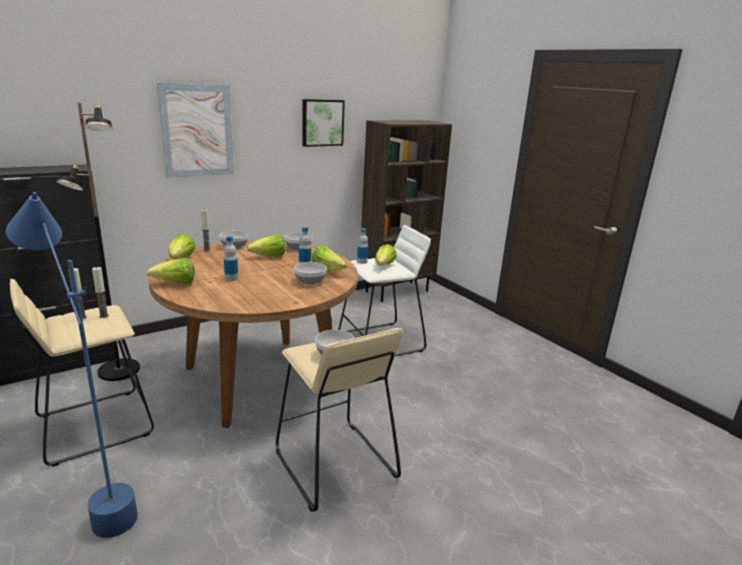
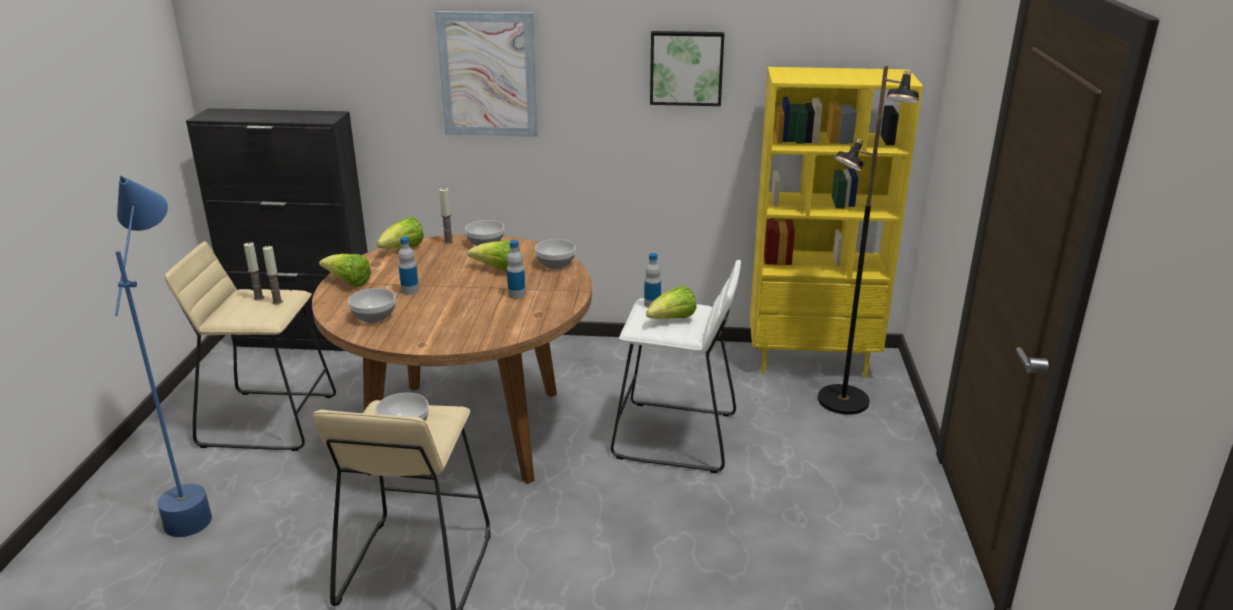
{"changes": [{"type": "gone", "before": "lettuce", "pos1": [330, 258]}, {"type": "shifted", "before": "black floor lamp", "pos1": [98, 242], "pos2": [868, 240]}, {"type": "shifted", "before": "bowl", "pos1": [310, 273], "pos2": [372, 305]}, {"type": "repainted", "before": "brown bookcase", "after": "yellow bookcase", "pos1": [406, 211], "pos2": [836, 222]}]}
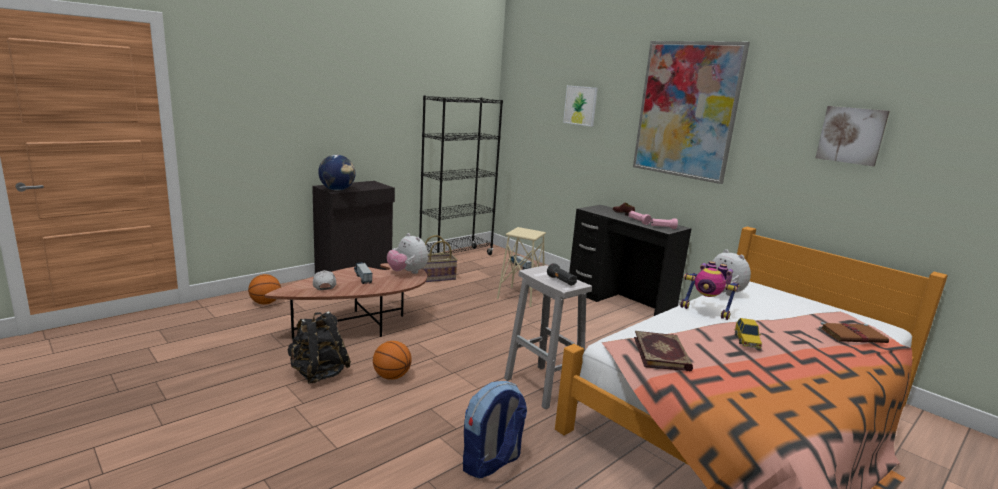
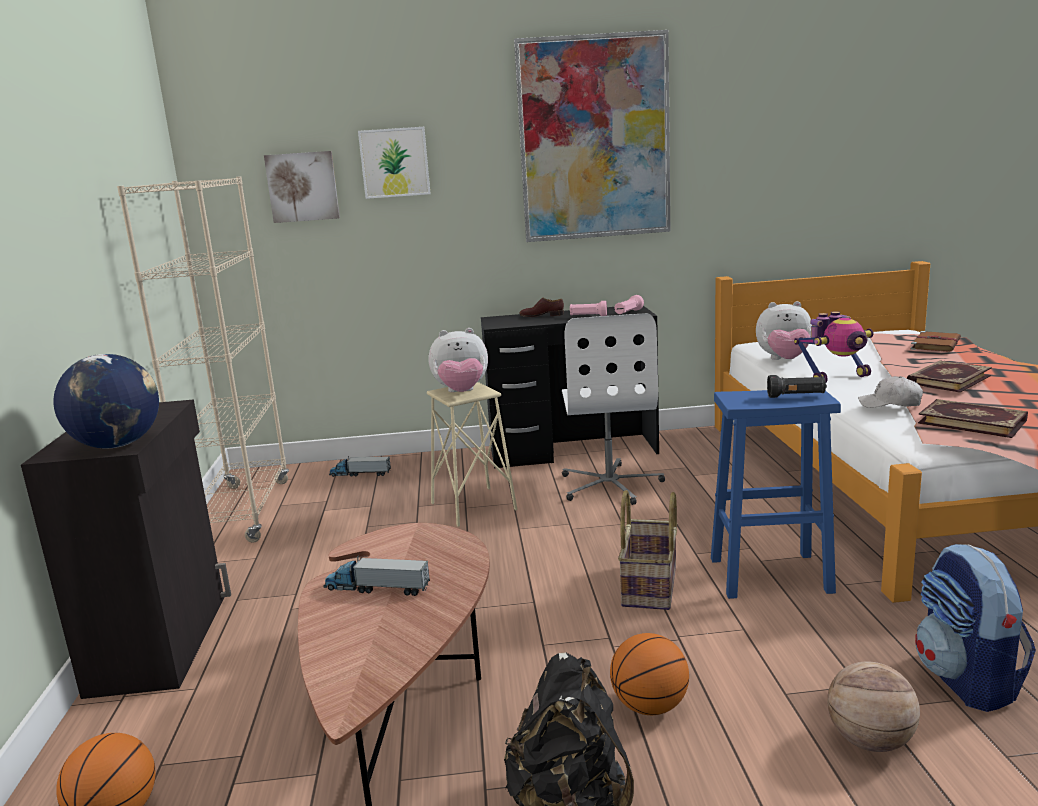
{"changes": [{"type": "new", "after": "white office chair", "pos2": [613, 409]}, {"type": "new", "after": "basketball", "pos2": [873, 706]}, {"type": "shifted", "before": "white cap", "pos1": [325, 280], "pos2": [890, 392]}, {"type": "shifted", "before": "plush toy", "pos1": [407, 253], "pos2": [458, 360]}, {"type": "shifted", "before": "basket", "pos1": [440, 258], "pos2": [647, 550]}, {"type": "shifted", "before": "picture", "pos1": [852, 136], "pos2": [302, 187]}, {"type": "swapped", "before": "toy car", "after": "book", "pos1": [748, 333], "pos2": [949, 376]}, {"type": "repainted", "before": "black bookcase", "after": "beige bookcase", "pos1": [461, 175], "pos2": [203, 359]}, {"type": "repainted", "before": "white stool", "after": "blue stool", "pos1": [548, 337], "pos2": [776, 494]}]}
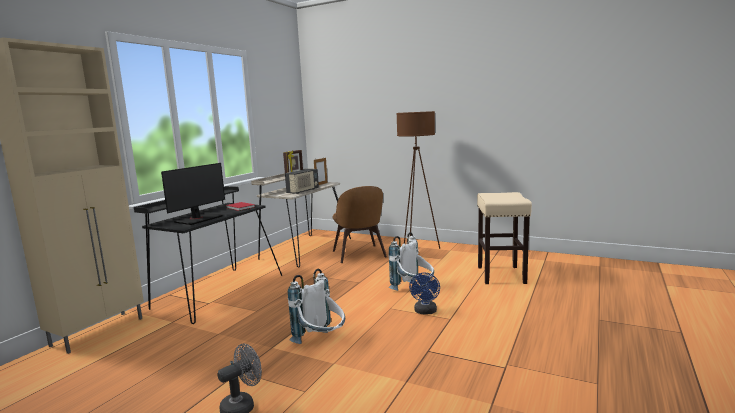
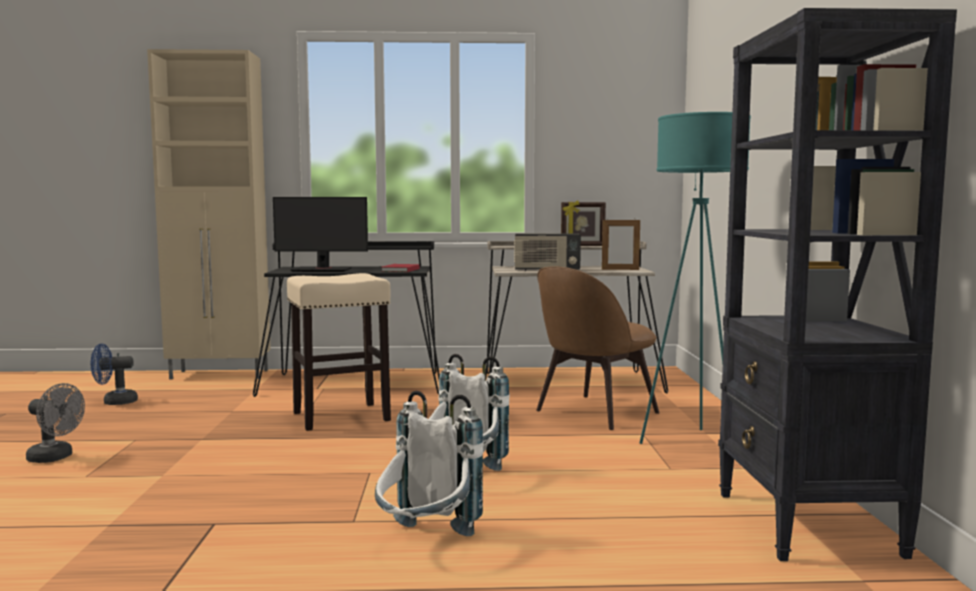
{"changes": [{"type": "new", "after": "black bookcase", "pos2": [837, 284]}, {"type": "shifted", "before": "white backpack", "pos1": [316, 306], "pos2": [429, 463]}, {"type": "shifted", "before": "blue fan", "pos1": [424, 293], "pos2": [114, 374]}, {"type": "shifted", "before": "beige stool", "pos1": [504, 238], "pos2": [339, 352]}, {"type": "repainted", "before": "brown floor lamp", "after": "turquoise floor lamp", "pos1": [418, 180], "pos2": [695, 278]}]}
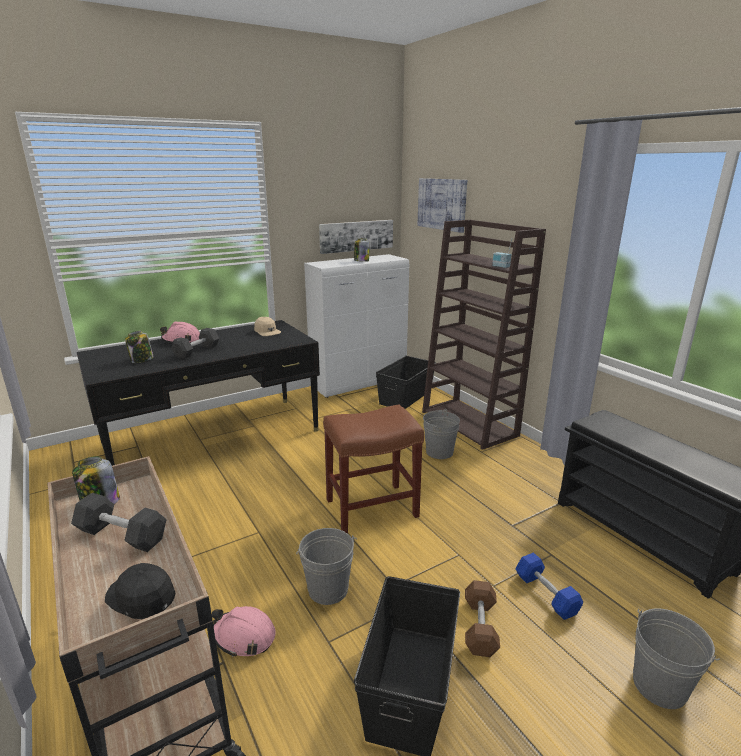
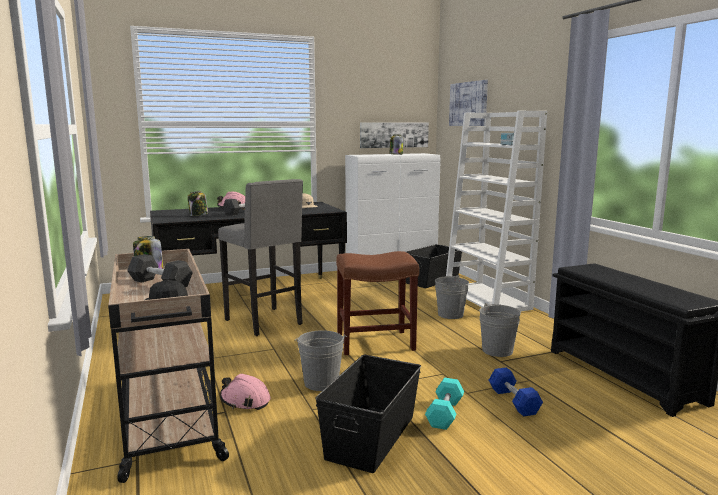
{"changes": [{"type": "new", "after": "grey stool", "pos2": [260, 257]}, {"type": "shifted", "before": "grey bucket", "pos1": [676, 658], "pos2": [500, 330]}, {"type": "repainted", "before": "brown bookcase", "after": "white bookcase", "pos1": [484, 335], "pos2": [496, 211]}, {"type": "repainted", "before": "brown dumbbell", "after": "turquoise dumbbell", "pos1": [482, 618], "pos2": [444, 404]}]}
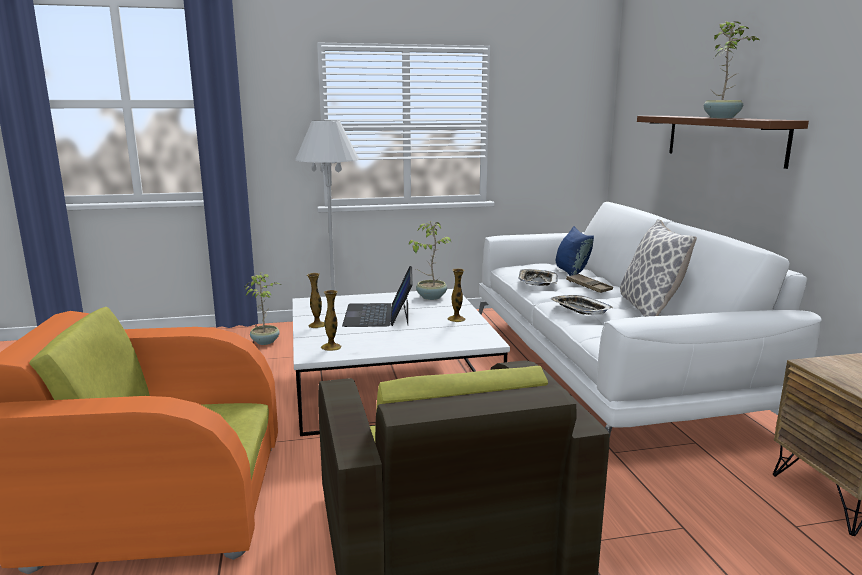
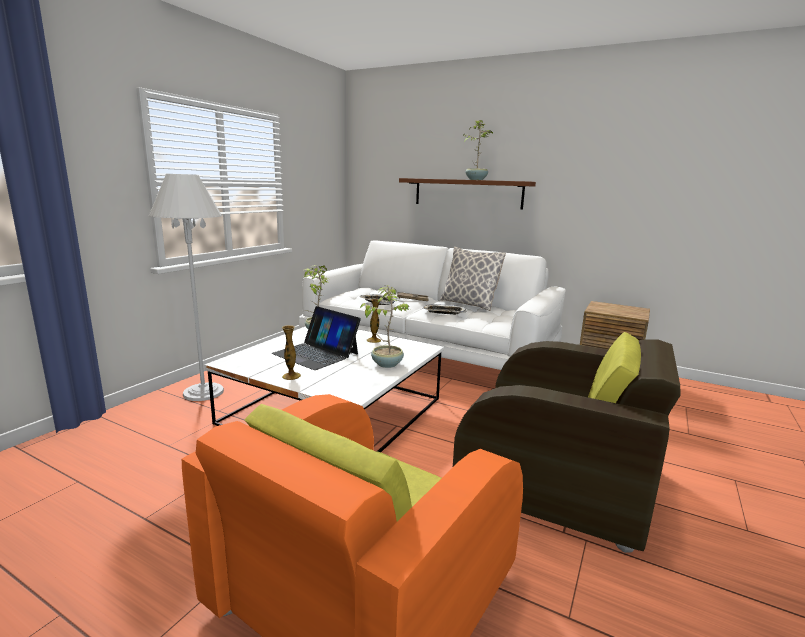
{"changes": [{"type": "gone", "before": "vase", "pos1": [331, 320]}, {"type": "gone", "before": "blue pillow", "pos1": [575, 251]}, {"type": "shifted", "before": "potted plant", "pos1": [262, 309], "pos2": [385, 326]}]}
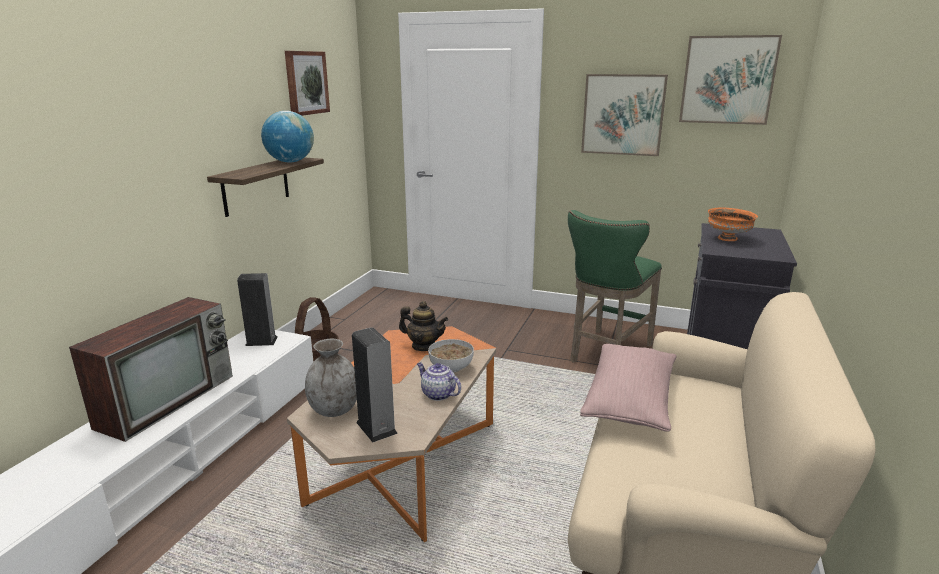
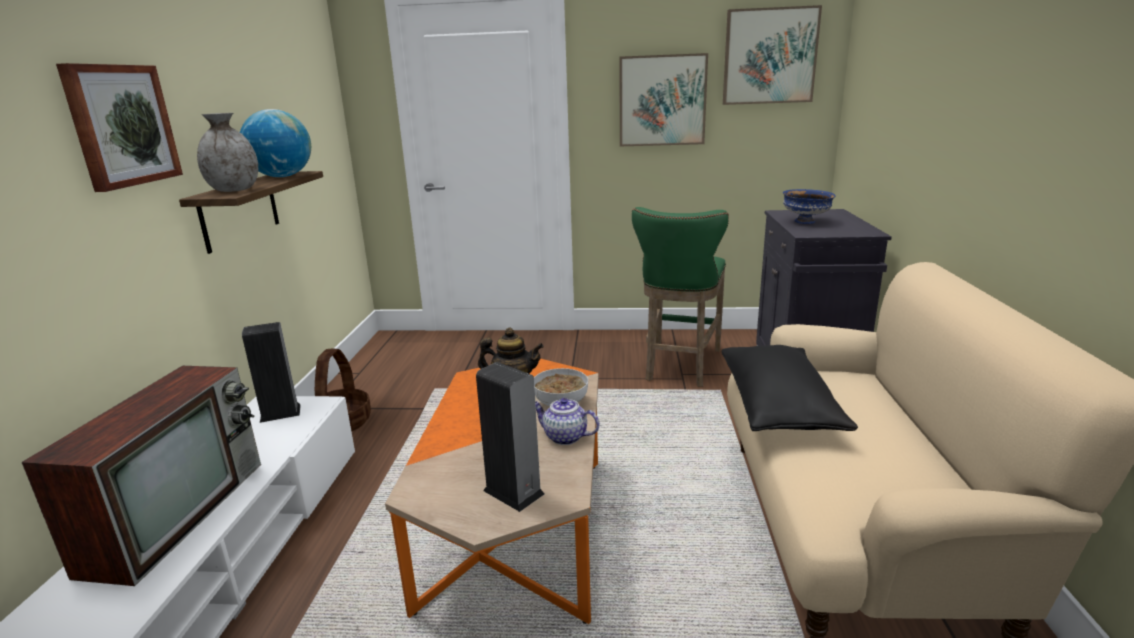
{"changes": [{"type": "shifted", "before": "picture", "pos1": [307, 83], "pos2": [119, 127]}, {"type": "shifted", "before": "grey vase", "pos1": [331, 378], "pos2": [227, 152]}, {"type": "repainted", "before": "pink pillow", "after": "black pillow", "pos1": [628, 388], "pos2": [789, 388]}, {"type": "repainted", "before": "orange bowl", "after": "blue bowl", "pos1": [733, 224], "pos2": [809, 206]}]}
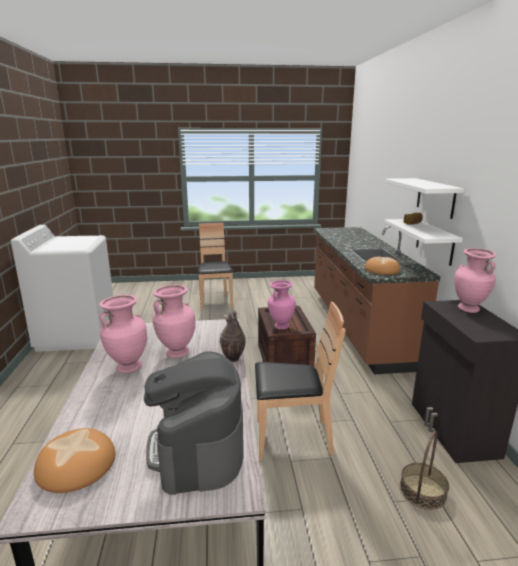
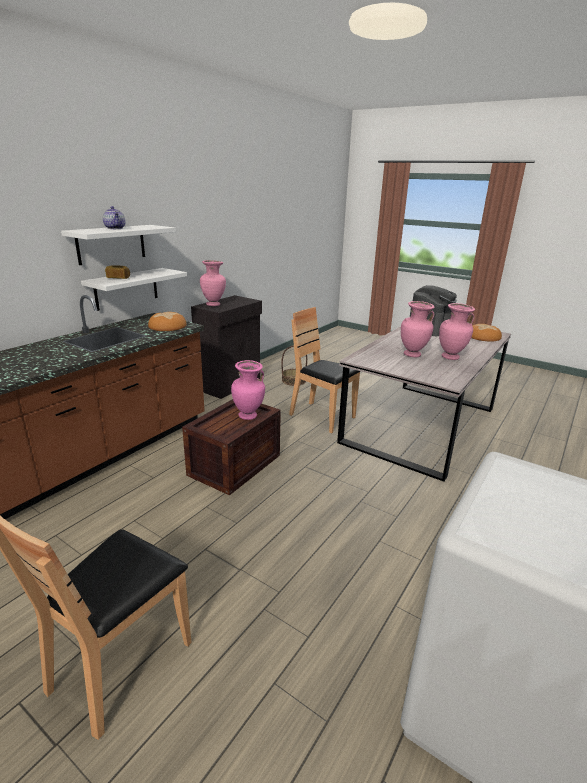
{"changes": [{"type": "gone", "before": "vase", "pos1": [233, 336]}, {"type": "new", "after": "teapot", "pos2": [114, 217]}]}
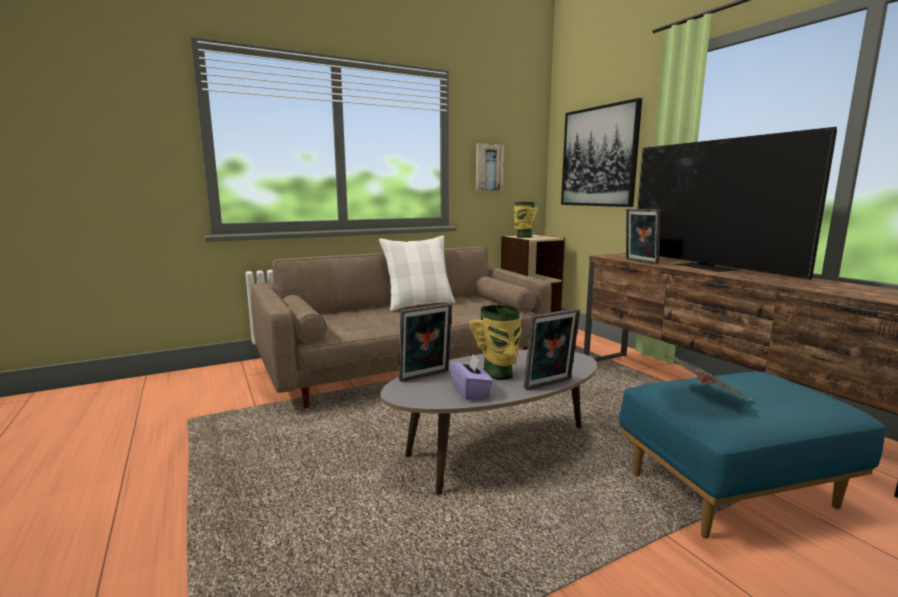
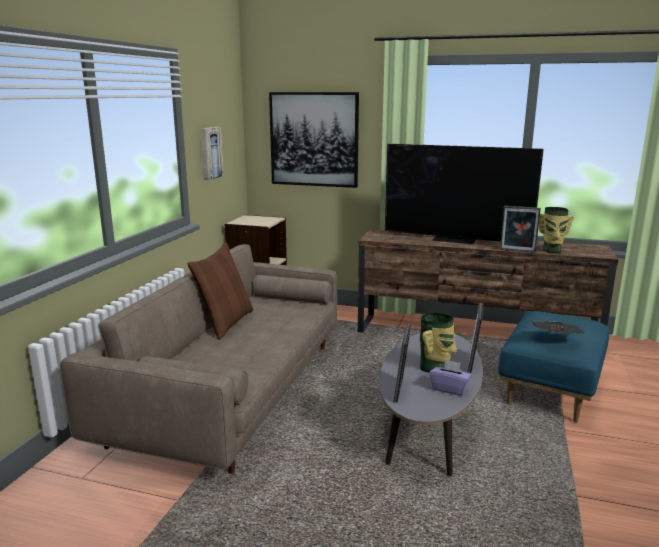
{"changes": [{"type": "shifted", "before": "vase", "pos1": [525, 220], "pos2": [556, 230]}, {"type": "shifted", "before": "picture frame", "pos1": [643, 236], "pos2": [520, 229]}, {"type": "repainted", "before": "white pillow", "after": "brown pillow", "pos1": [417, 273], "pos2": [220, 291]}]}
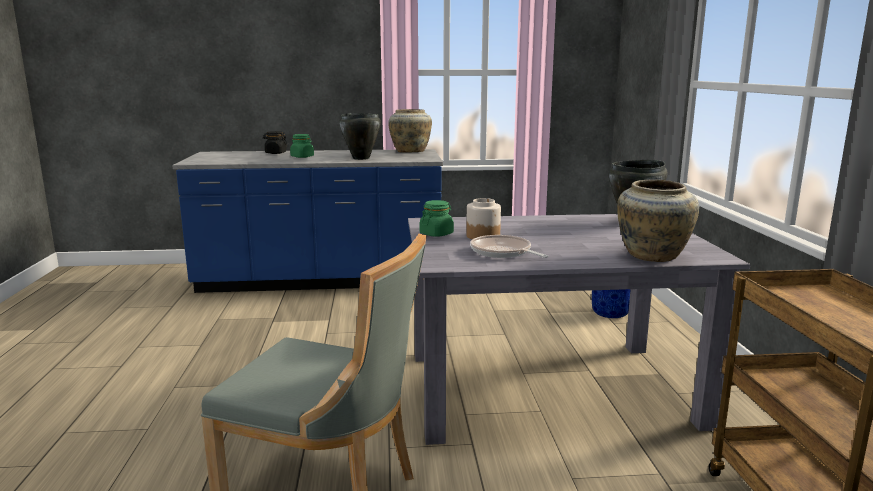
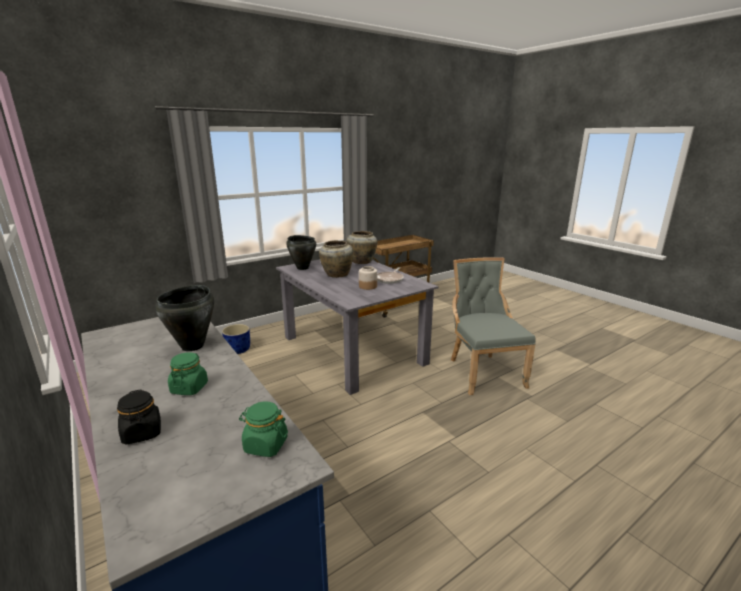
{"changes": [{"type": "shifted", "before": "beige vase", "pos1": [410, 130], "pos2": [336, 259]}, {"type": "shifted", "before": "green jar", "pos1": [436, 218], "pos2": [263, 429]}]}
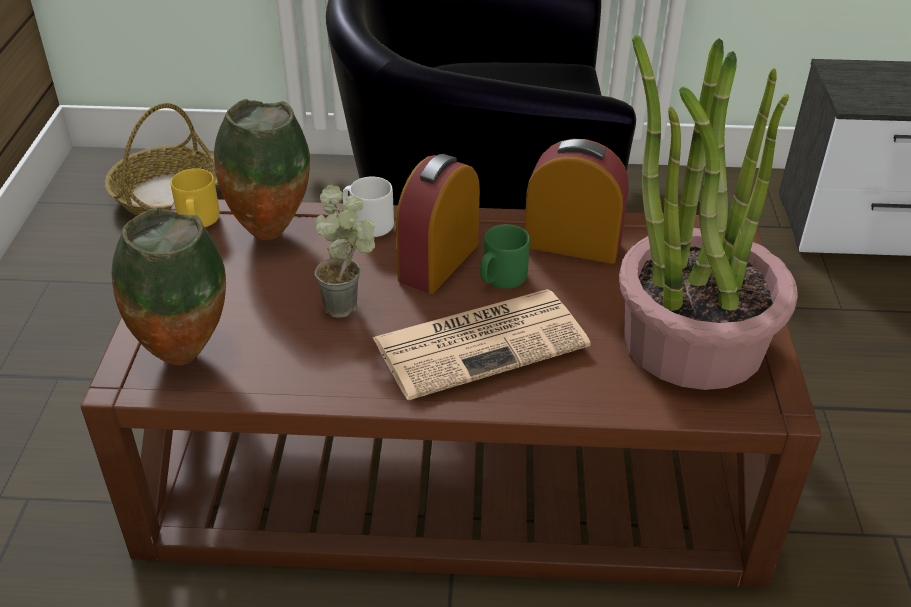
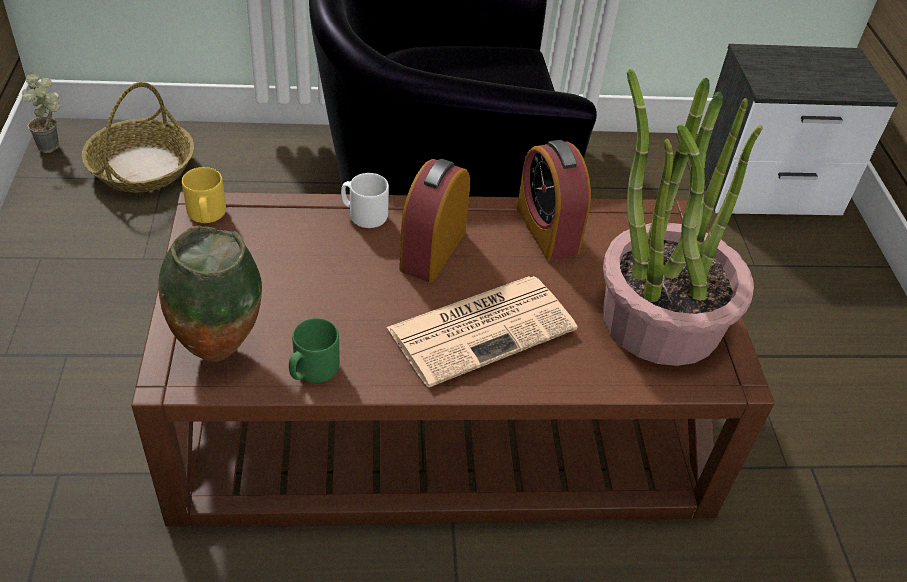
{"changes": [{"type": "gone", "before": "vase", "pos1": [262, 169]}, {"type": "shifted", "before": "potted plant", "pos1": [344, 251], "pos2": [41, 112]}, {"type": "shifted", "before": "green mug", "pos1": [505, 256], "pos2": [314, 350]}, {"type": "rotated", "before": "alarm clock", "pos1": [576, 201], "pos2": [554, 200], "turn": -120}]}
